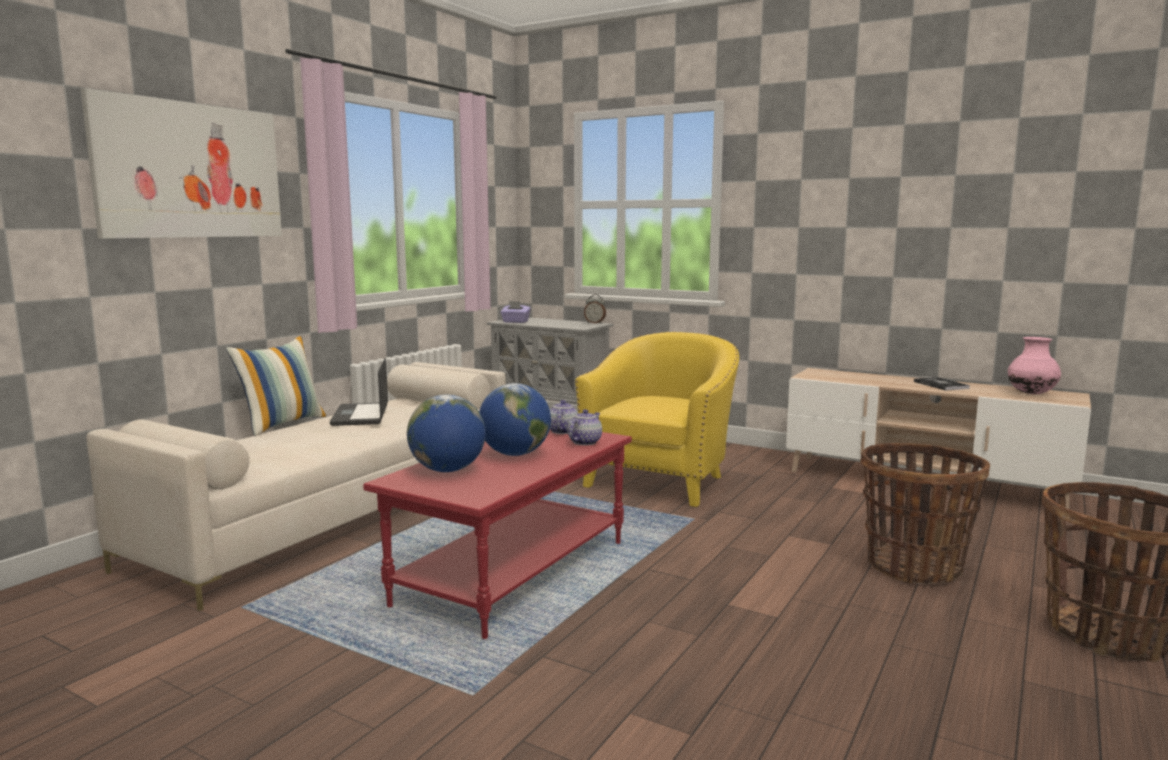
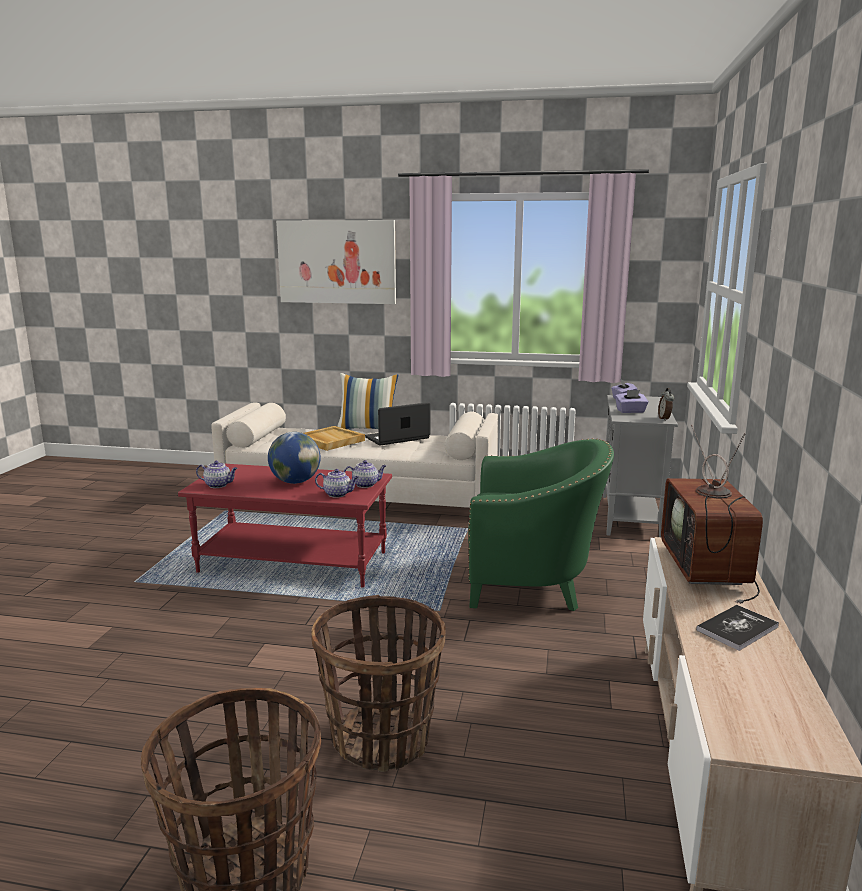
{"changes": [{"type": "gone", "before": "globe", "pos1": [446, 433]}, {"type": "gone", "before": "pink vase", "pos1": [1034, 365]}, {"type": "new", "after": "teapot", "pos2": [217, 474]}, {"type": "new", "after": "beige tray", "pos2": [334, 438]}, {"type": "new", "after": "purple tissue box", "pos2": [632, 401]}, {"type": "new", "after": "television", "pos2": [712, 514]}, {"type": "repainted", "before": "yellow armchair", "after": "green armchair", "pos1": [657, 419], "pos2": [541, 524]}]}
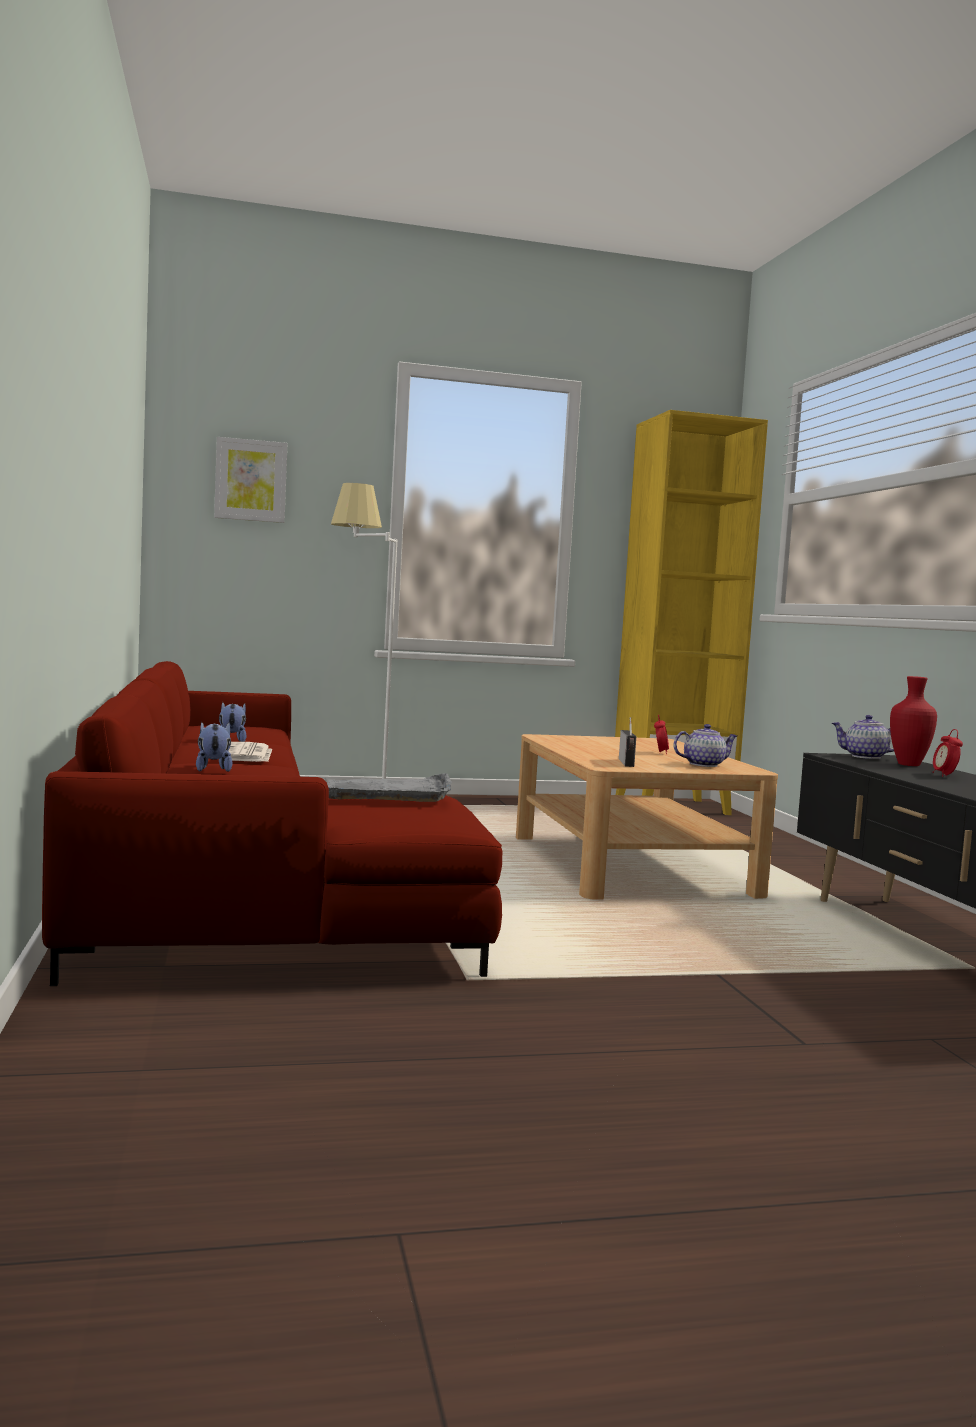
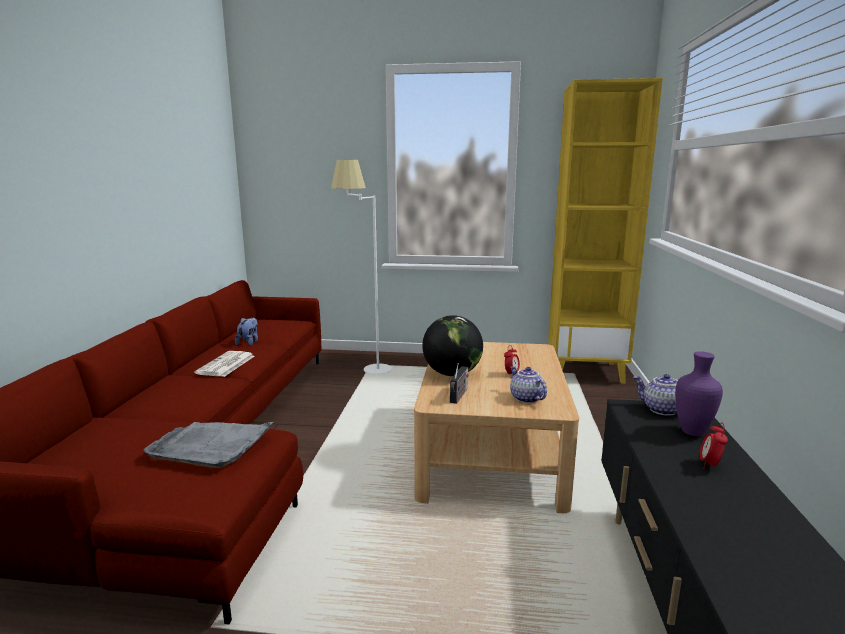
{"changes": [{"type": "gone", "before": "plush toy", "pos1": [214, 747]}, {"type": "gone", "before": "picture", "pos1": [250, 480]}, {"type": "new", "after": "globe", "pos2": [452, 345]}, {"type": "repainted", "before": "red vase", "after": "purple vase", "pos1": [913, 721], "pos2": [699, 393]}, {"type": "rotated", "before": "teapot", "pos1": [705, 745], "pos2": [528, 384], "turn": -120}]}
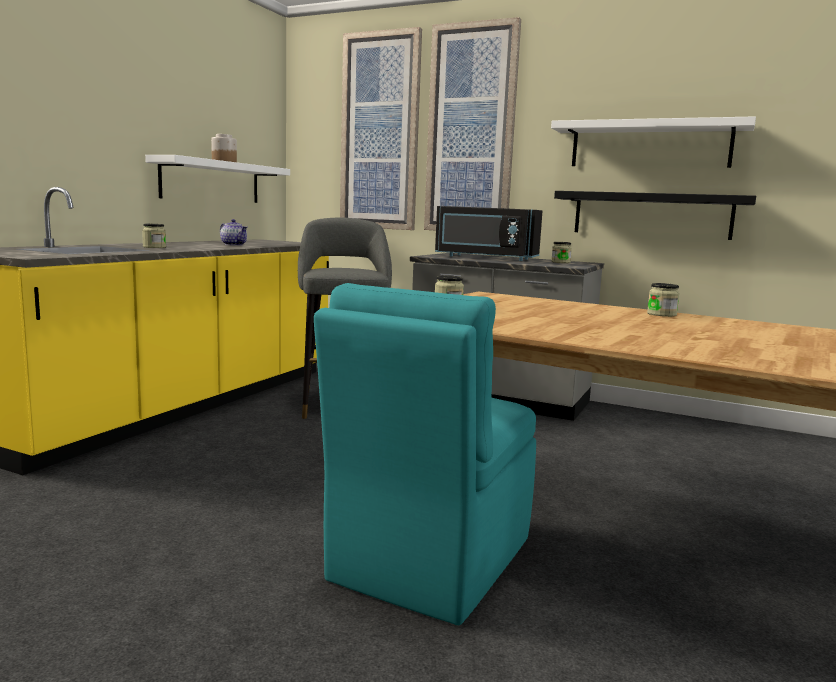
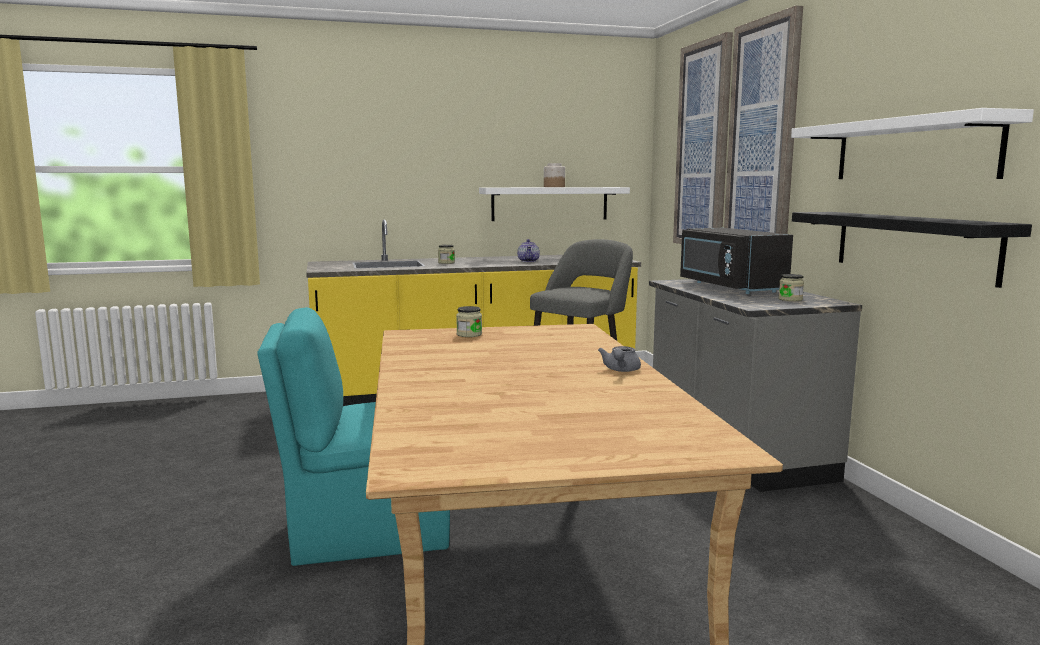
{"changes": [{"type": "swapped", "before": "jar", "after": "grey teapot", "pos1": [663, 300], "pos2": [619, 359]}]}
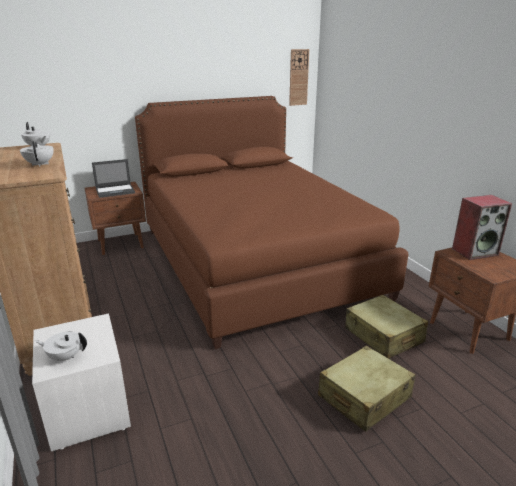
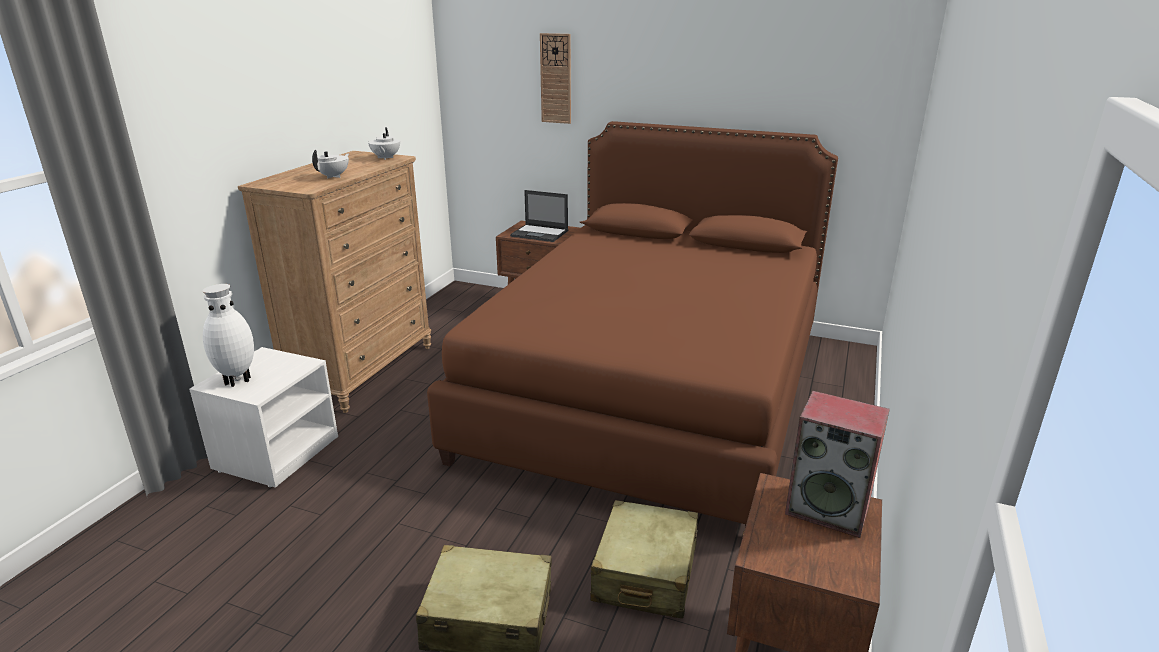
{"changes": [{"type": "shifted", "before": "wall clock", "pos1": [299, 77], "pos2": [555, 78]}, {"type": "swapped", "before": "white teapot", "after": "white vase", "pos1": [61, 347], "pos2": [228, 335]}]}
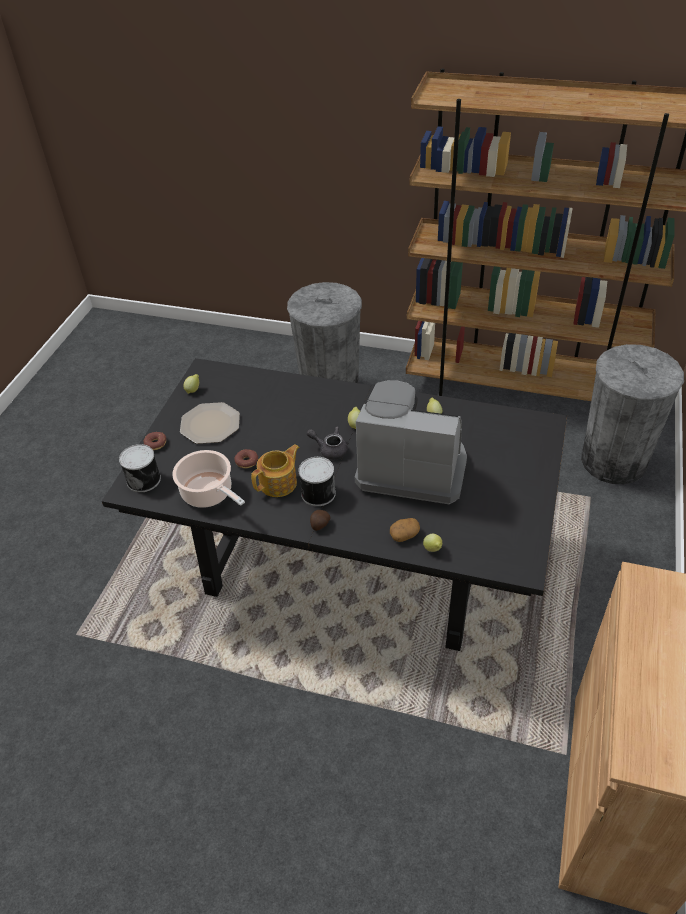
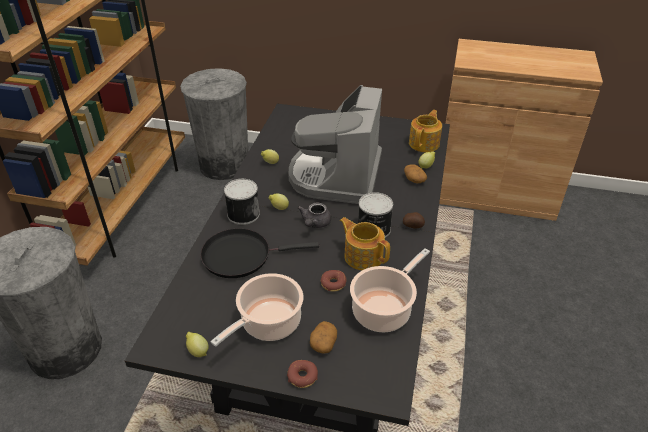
{"changes": [{"type": "new", "after": "black frying pan", "pos2": [259, 253]}, {"type": "new", "after": "potato", "pos2": [323, 337]}, {"type": "new", "after": "teapot", "pos2": [425, 131]}, {"type": "shifted", "before": "can", "pos1": [140, 468], "pos2": [242, 202]}, {"type": "swapped", "before": "plate", "after": "cooking pot", "pos1": [210, 423], "pos2": [257, 310]}]}
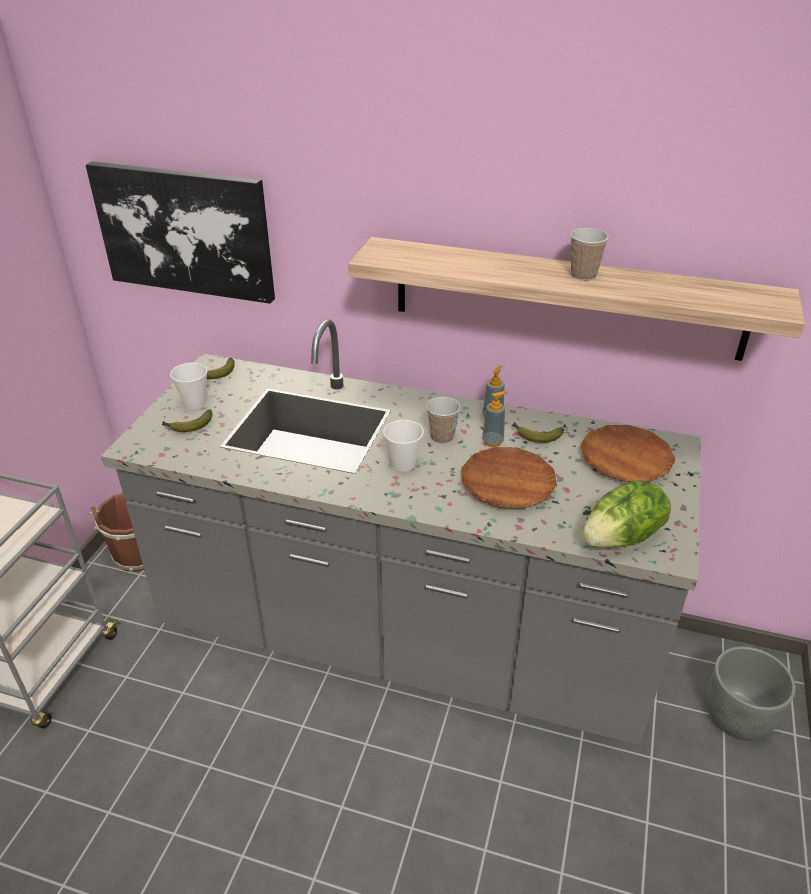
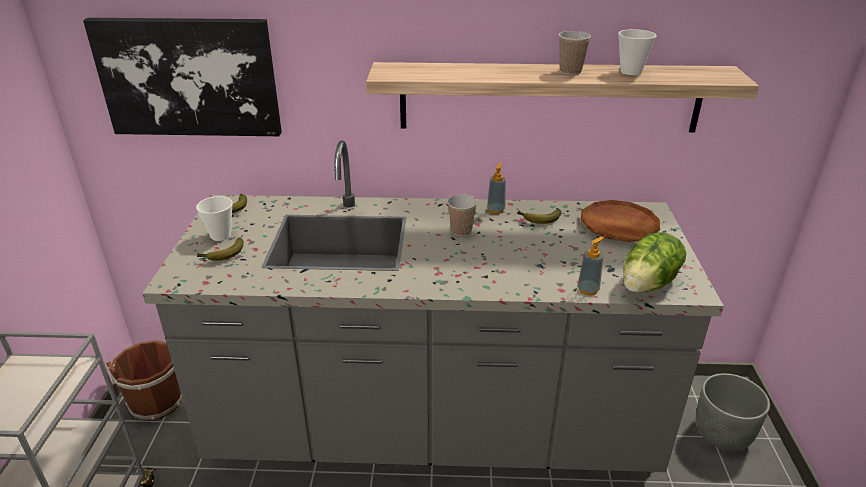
{"changes": [{"type": "gone", "before": "brown plate", "pos1": [509, 478]}, {"type": "shifted", "before": "cup", "pos1": [403, 446], "pos2": [637, 52]}, {"type": "shifted", "before": "soap dispenser", "pos1": [494, 419], "pos2": [590, 266]}]}
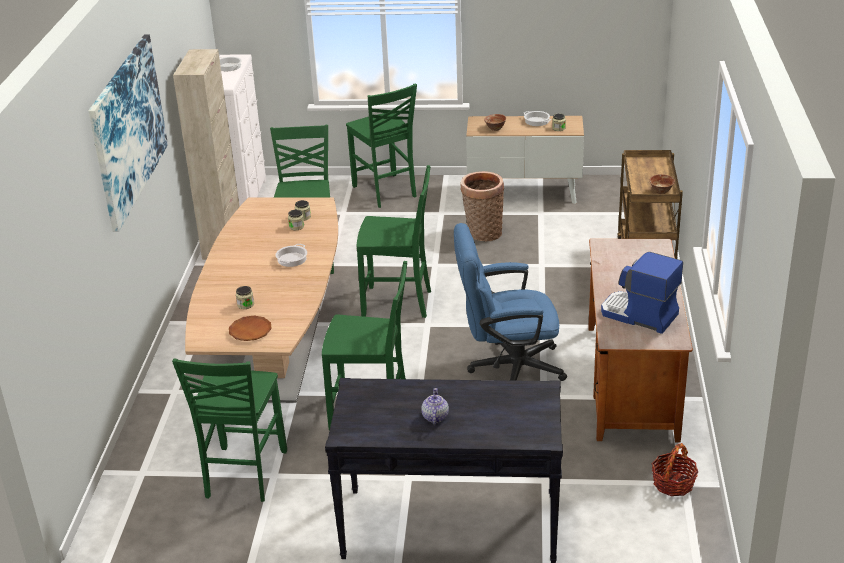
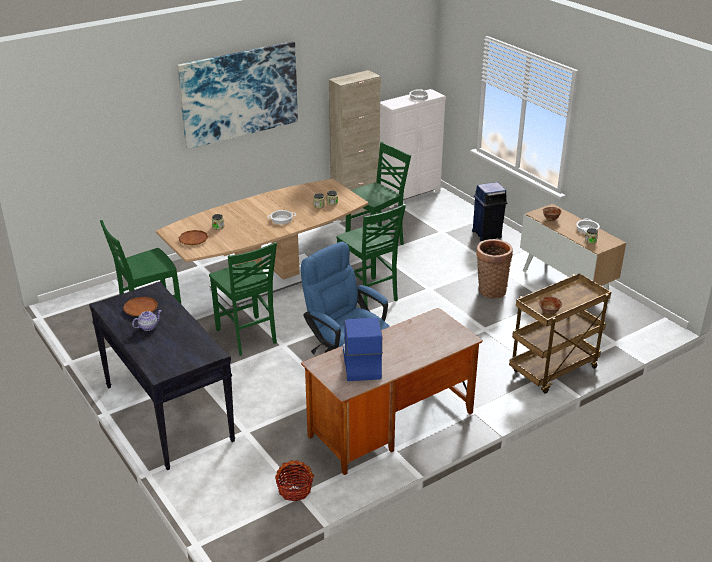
{"changes": [{"type": "new", "after": "brown plate", "pos2": [140, 306]}, {"type": "swapped", "before": "green chair", "after": "blue trash can", "pos1": [381, 145], "pos2": [490, 211]}]}
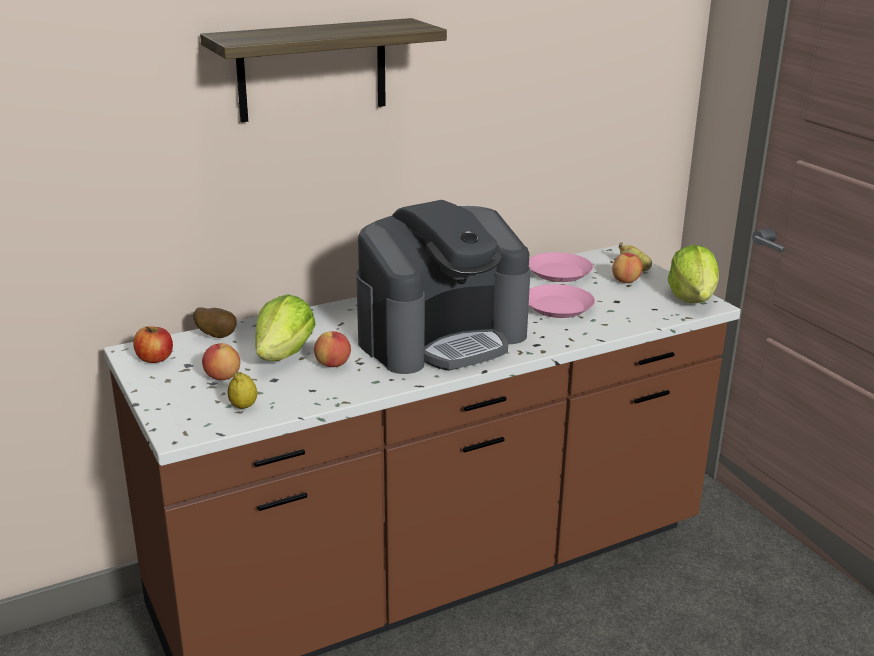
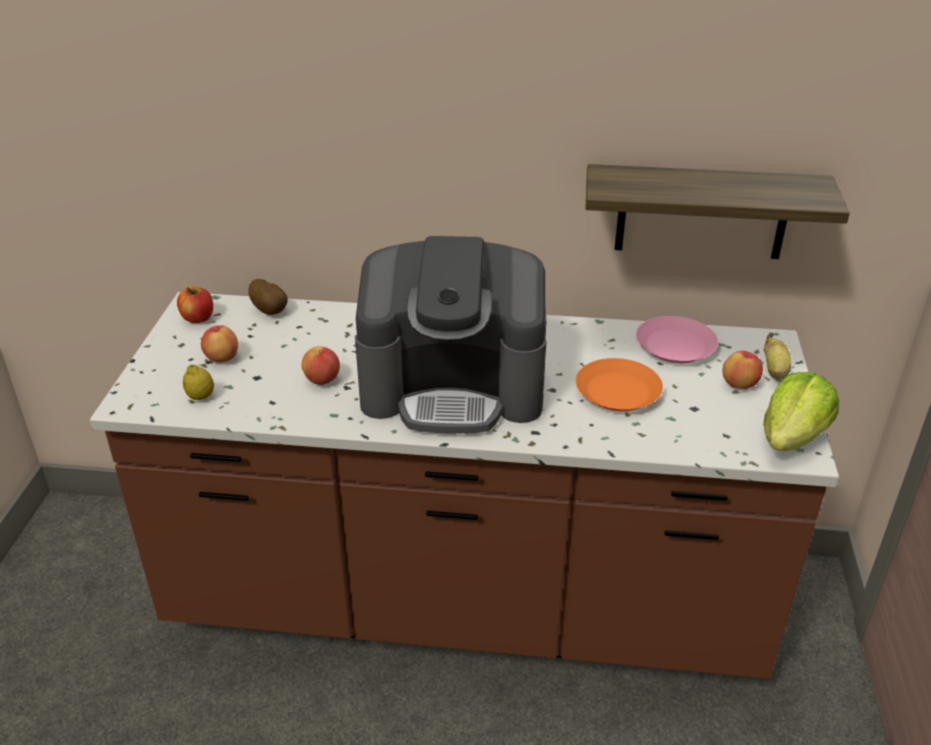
{"changes": [{"type": "gone", "before": "lettuce", "pos1": [285, 327]}, {"type": "shifted", "before": "shelf", "pos1": [323, 70], "pos2": [717, 211]}, {"type": "repainted", "before": "pink plate", "after": "orange plate", "pos1": [562, 301], "pos2": [619, 384]}]}
